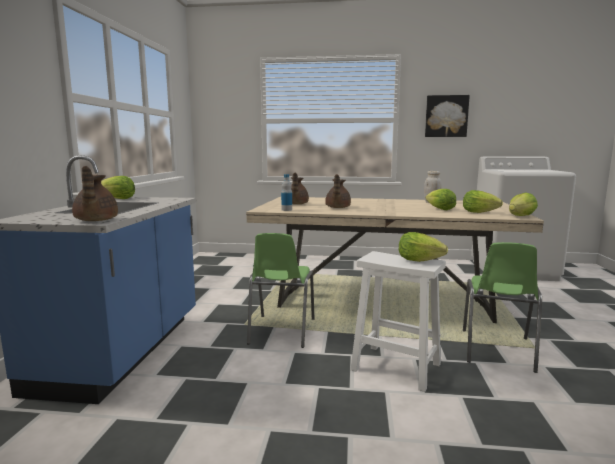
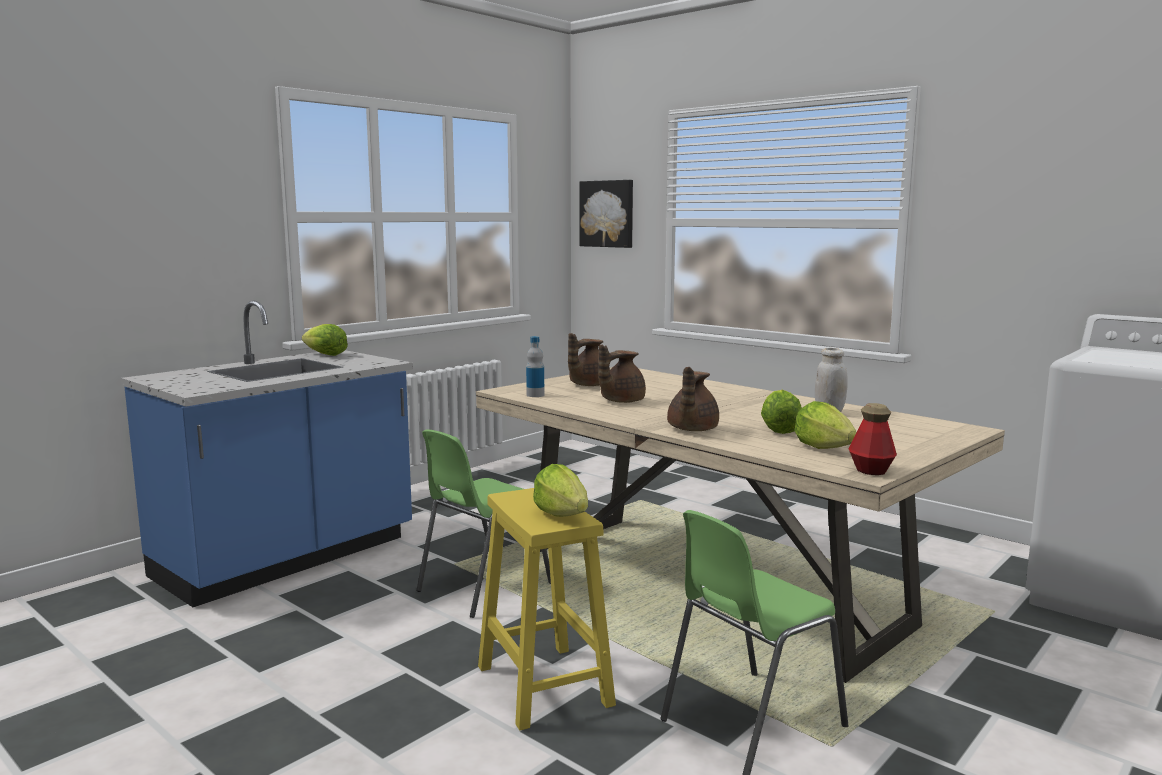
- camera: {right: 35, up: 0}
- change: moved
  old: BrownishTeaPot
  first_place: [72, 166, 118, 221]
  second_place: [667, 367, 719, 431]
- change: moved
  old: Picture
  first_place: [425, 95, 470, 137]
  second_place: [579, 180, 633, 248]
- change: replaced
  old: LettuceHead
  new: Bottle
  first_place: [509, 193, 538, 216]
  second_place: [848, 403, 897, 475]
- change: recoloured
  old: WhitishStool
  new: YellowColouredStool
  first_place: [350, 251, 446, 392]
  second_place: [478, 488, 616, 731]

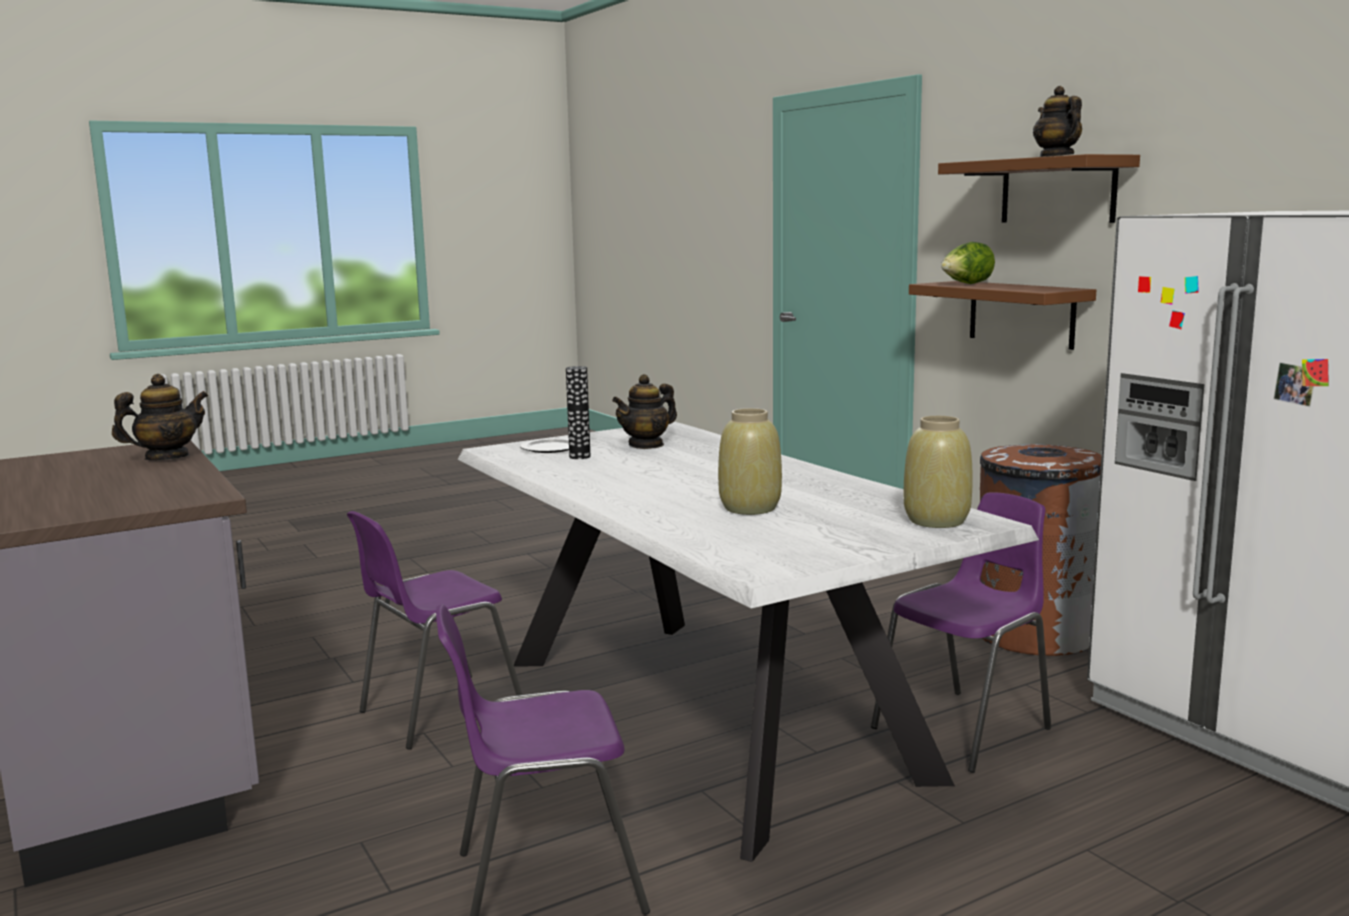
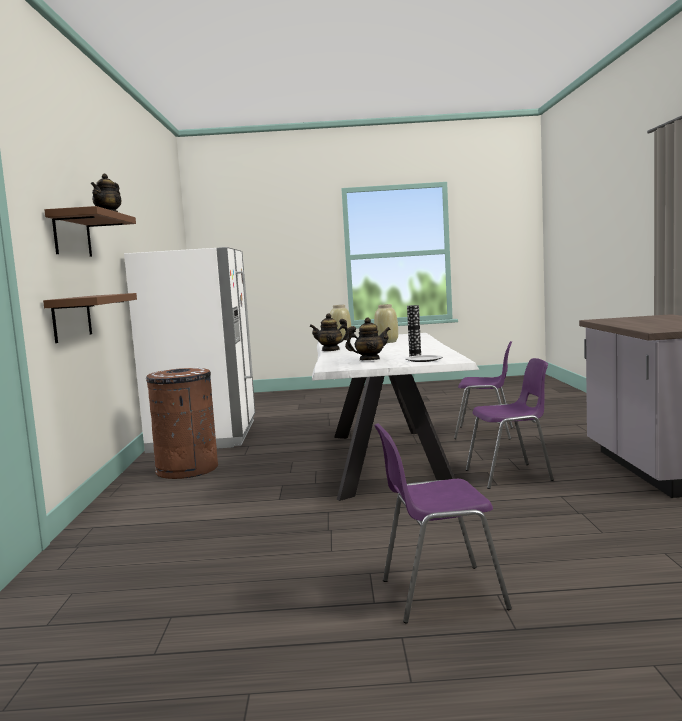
- camera: {right: -150, up: -5}
- change: removed
  old: LettuceHead
  first_place: [941, 242, 995, 284]
- change: moved
  old: TeaPot
  first_place: [112, 374, 208, 460]
  second_place: [309, 313, 348, 351]
- change: moved
  old: PurpleColouredChair
  first_place: [871, 493, 1051, 773]
  second_place: [374, 423, 512, 623]

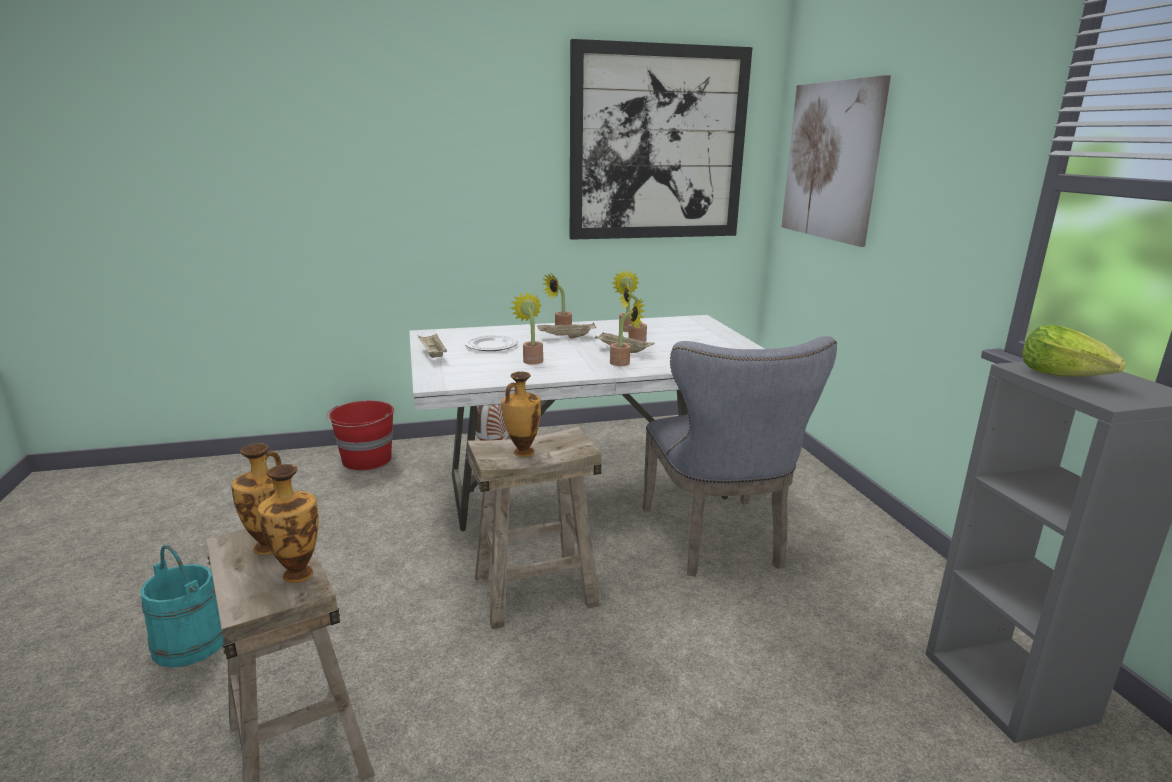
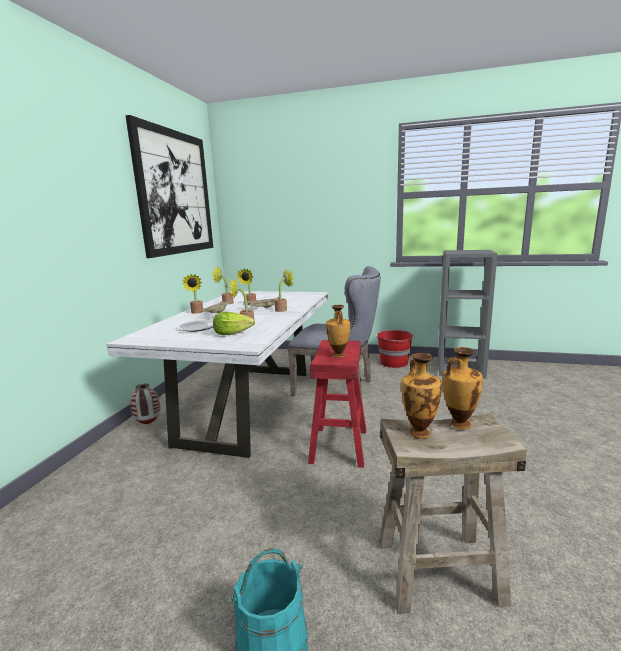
- camera: {right: -60, up: -5}
- change: removed
  old: SandColouredTray
  first_place: [418, 333, 447, 358]
- change: removed
  old: Picture
  first_place: [781, 75, 891, 247]
- change: moved
  old: RedWaterBucket
  first_place: [326, 401, 394, 470]
  second_place: [377, 330, 414, 368]
- change: moved
  old: LettuceHead
  first_place: [1022, 325, 1126, 377]
  second_place: [213, 312, 255, 335]
- change: recoloured
  old: SandColouredStool
  new: RedStool
  first_place: [467, 426, 601, 629]
  second_place: [308, 340, 366, 468]

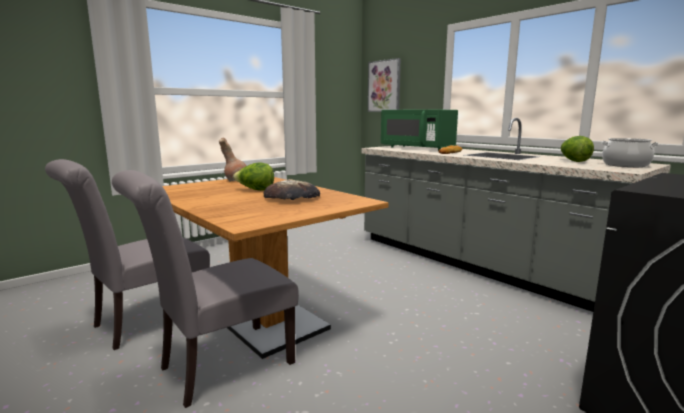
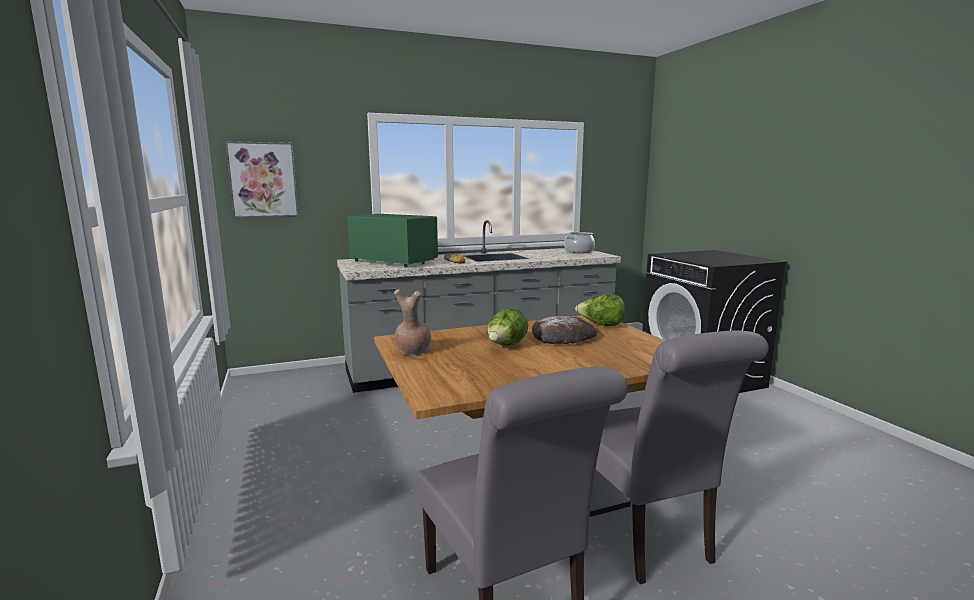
- camera: {right: -70, up: 0}
- change: moved
  old: LettuceHead
  first_place: [561, 136, 594, 162]
  second_place: [575, 294, 625, 326]
- change: turned
  old: GreenMicrowaveOven
  first_place: [381, 109, 458, 151]
  second_place: [347, 214, 438, 268]
  degrees: -120

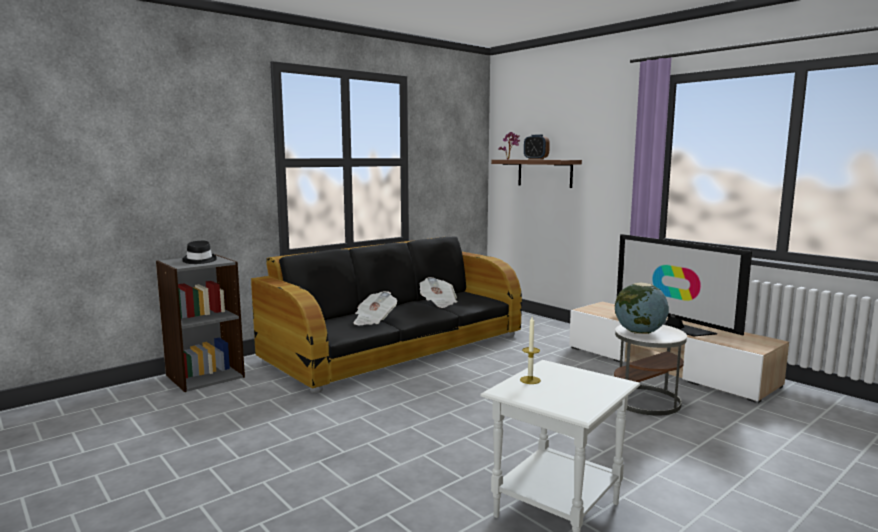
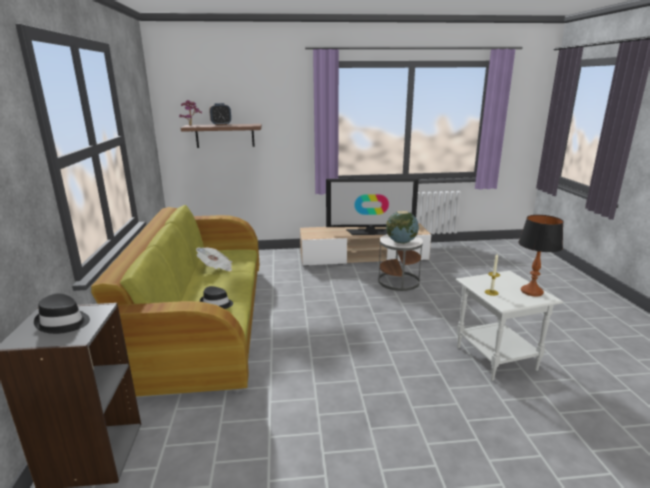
- camera: {right: -55, up: 10}
- change: added
  new: TabletopLamp
  second_place: [518, 215, 563, 296]
- change: replaced
  old: PrintedPaper
  new: BlackHat
  first_place: [354, 291, 397, 325]
  second_place: [200, 286, 233, 309]
- change: recoloured
  old: BlackCouch
  new: GreenCouch
  first_place: [251, 237, 522, 393]
  second_place: [91, 205, 259, 397]

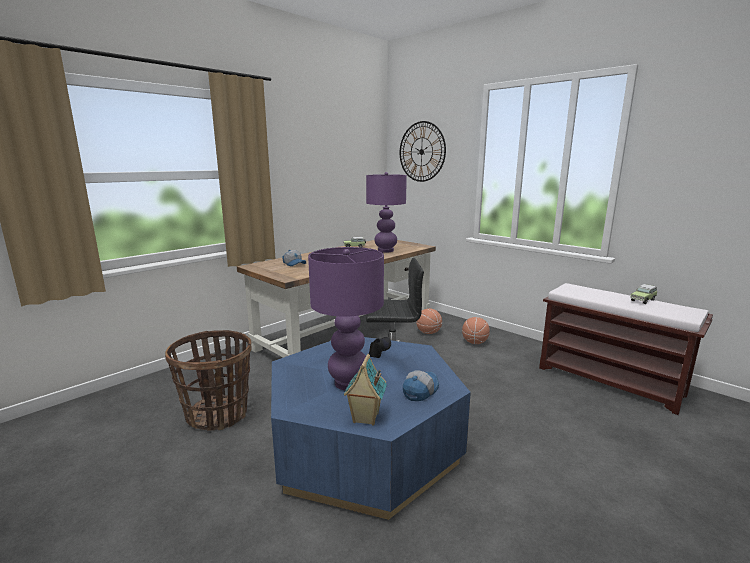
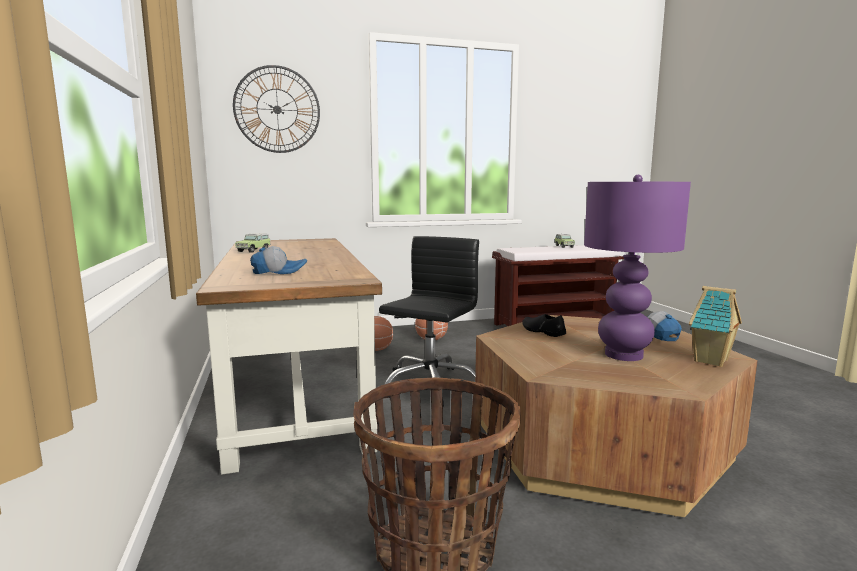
- camera: {right: -60, up: -5}
- change: removed
  old: PurpleColouredTabletopLamp
  first_place: [366, 172, 407, 253]
- change: recoloured
  old: BlueLowTable
  new: BrownishLowTable
  first_place: [271, 337, 471, 520]
  second_place: [475, 315, 758, 517]

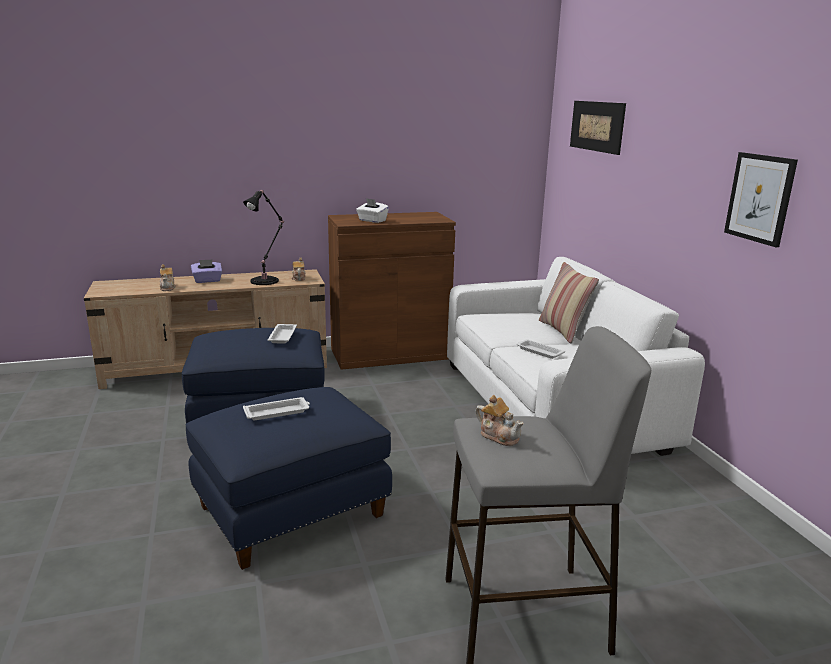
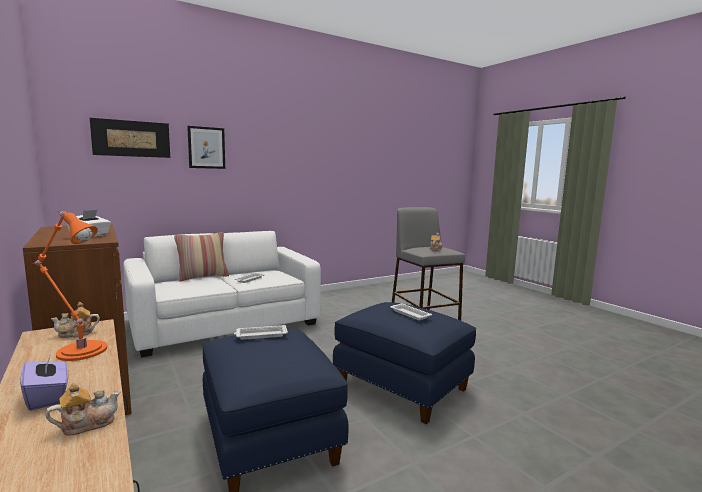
- camera: {right: -105, up: -10}
- change: moved
  old: Picture
  first_place: [724, 152, 798, 247]
  second_place: [187, 126, 225, 169]
- change: recoloured
  old: BlackTabletopLamp
  new: OrangeTabletopLamp
  first_place: [243, 190, 284, 285]
  second_place: [32, 211, 107, 361]

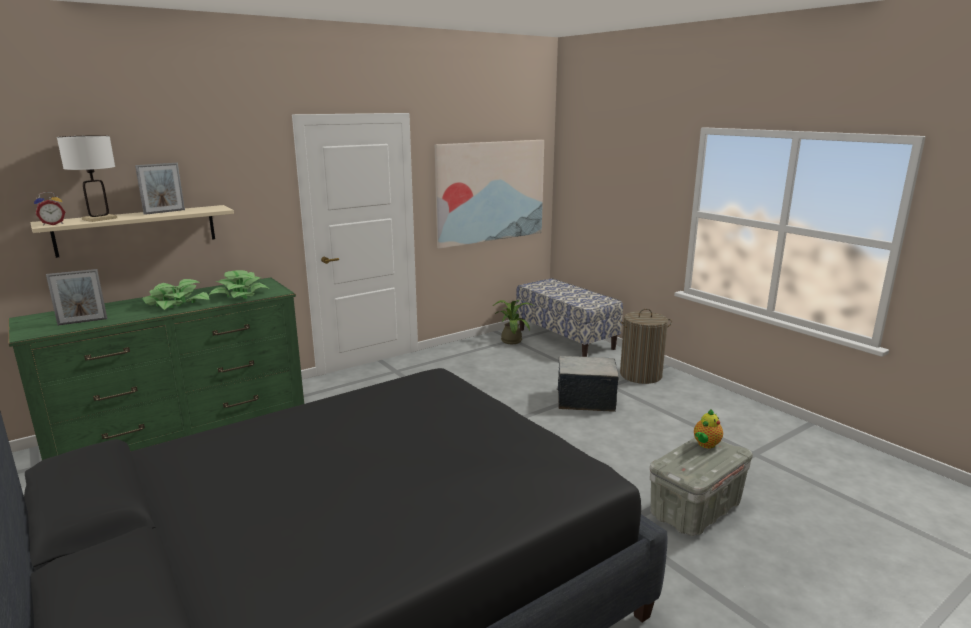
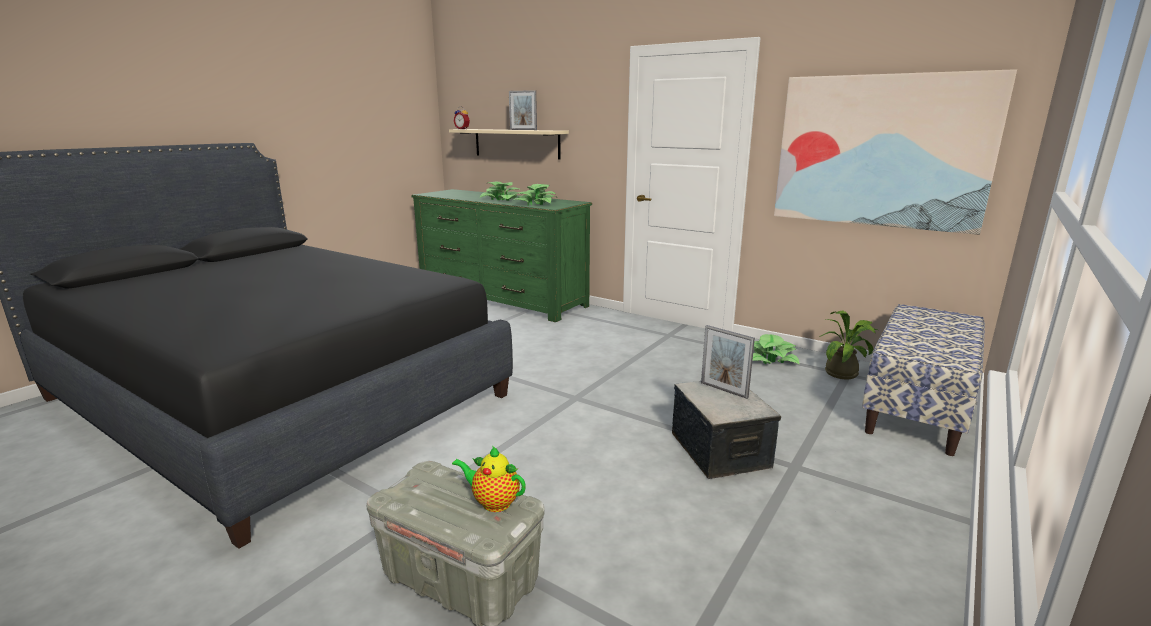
- camera: {right: 70, up: 0}
- change: removed
  old: WhitishTabletopLamp
  first_place: [57, 135, 117, 222]
- change: removed
  old: WashingBasket
  first_place: [619, 309, 672, 384]
- change: added
  new: PlantInAPot
  second_place: [752, 334, 799, 364]
- change: moved
  old: PhotoFrame
  first_place: [46, 269, 107, 325]
  second_place: [701, 325, 755, 399]

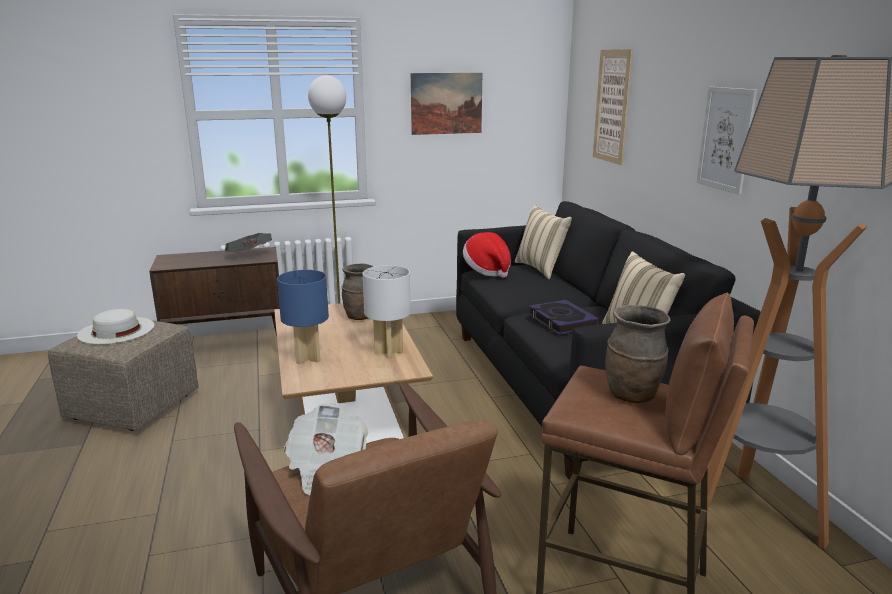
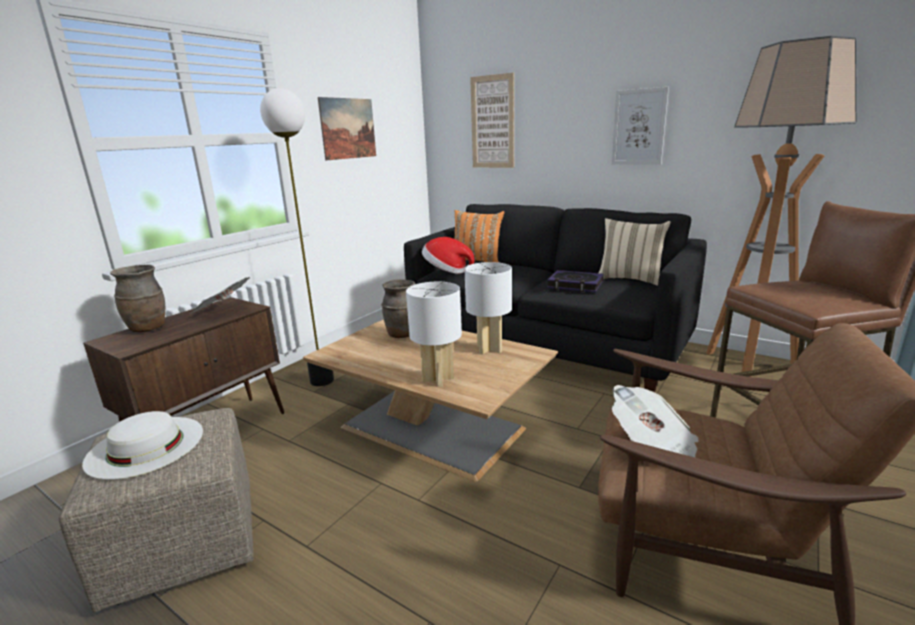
- camera: {right: -40, up: 0}
- change: moved
  old: BrownishDecorativeVase
  first_place: [605, 305, 671, 403]
  second_place: [110, 265, 165, 332]
- change: recoloured
  old: BlueTabletopLamp
  new: WhitishTabletopLamp
  first_place: [277, 270, 329, 365]
  second_place: [406, 282, 462, 387]
- change: recoloured
  old: SandColouredCushion
  new: OrangeCushion
  first_place: [515, 205, 572, 279]
  second_place: [455, 210, 504, 263]

